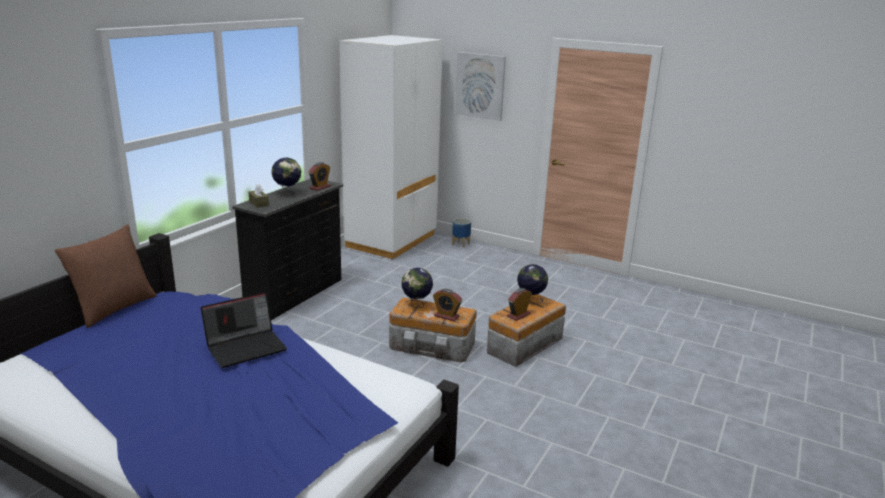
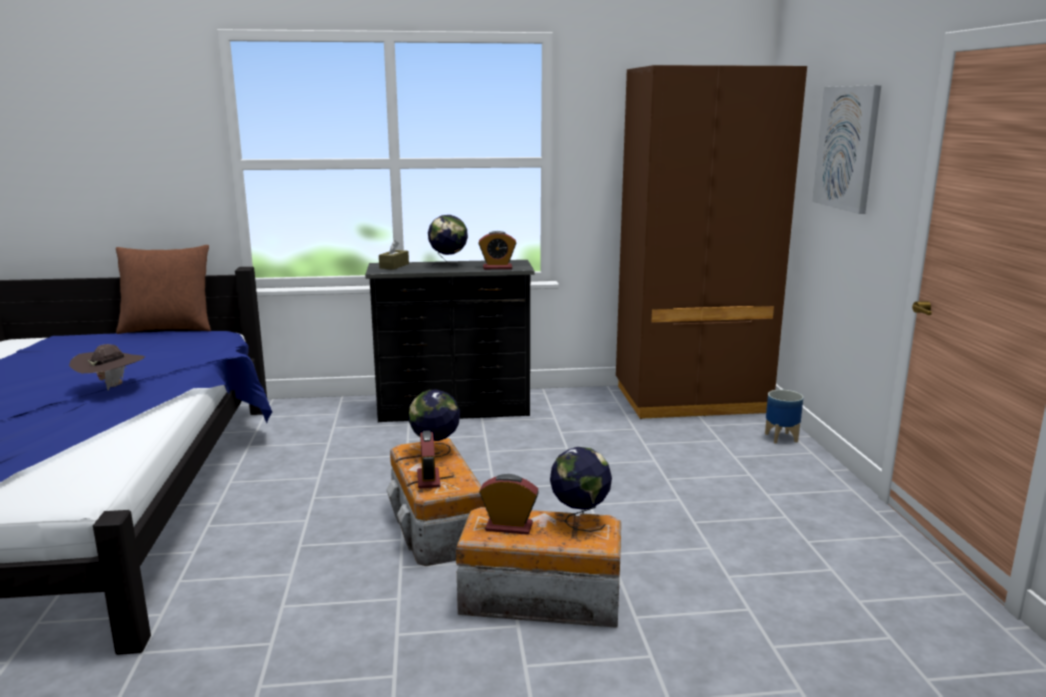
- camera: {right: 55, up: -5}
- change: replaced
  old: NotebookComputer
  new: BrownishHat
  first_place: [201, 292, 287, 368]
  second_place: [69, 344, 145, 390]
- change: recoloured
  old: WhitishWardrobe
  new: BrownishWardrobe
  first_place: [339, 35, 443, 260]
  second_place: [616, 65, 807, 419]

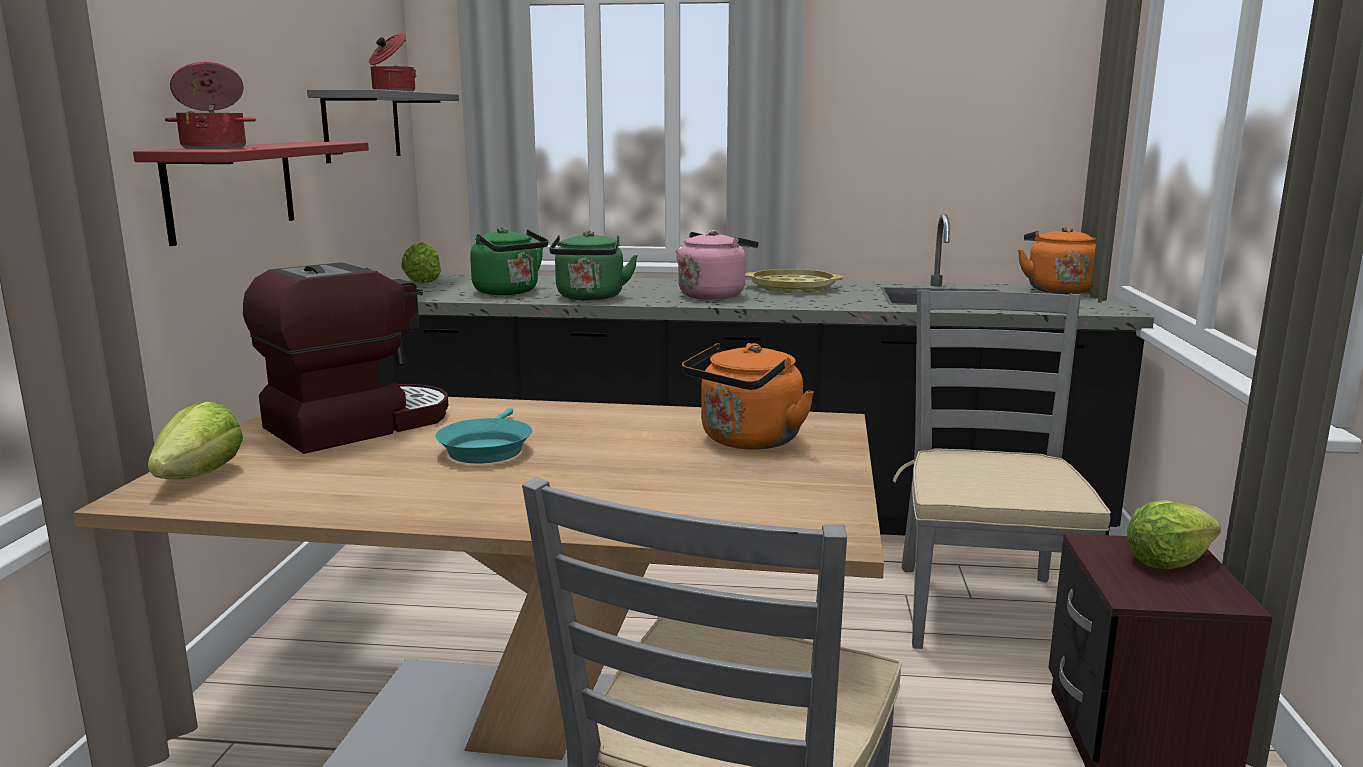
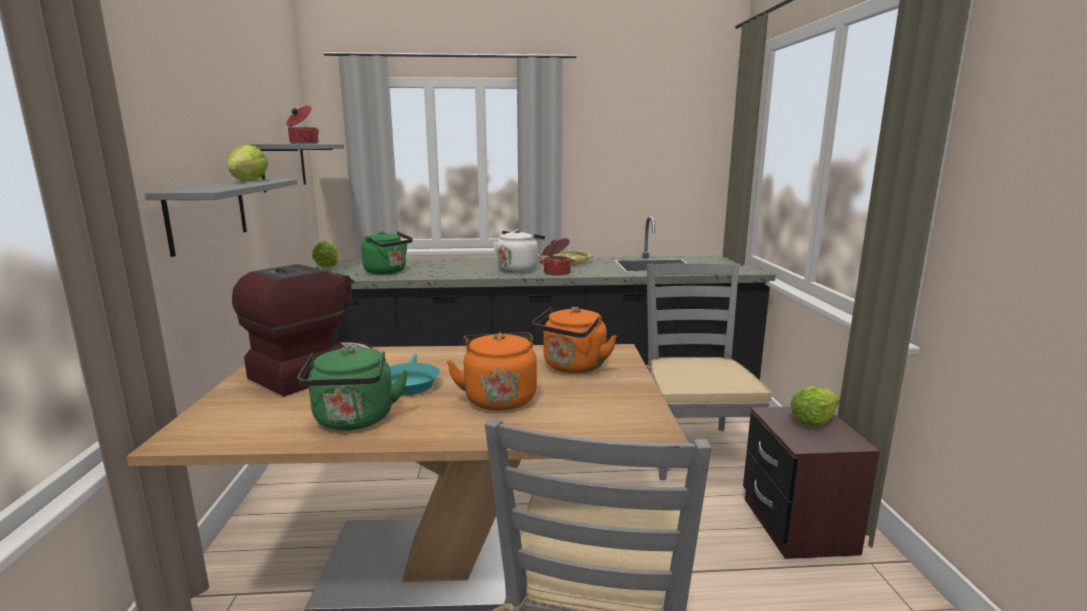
- camera: {right: -10, up: 0}
- change: moved
  old: LettuceHead
  first_place: [148, 401, 243, 480]
  second_place: [227, 145, 268, 181]
- change: moved
  old: CookingPot
  first_place: [165, 62, 256, 149]
  second_place: [539, 238, 576, 276]
- change: moved
  old: GreenTeaKettle
  first_place: [549, 231, 638, 301]
  second_place: [298, 346, 408, 430]
- change: moved
  old: OrangeTeaKettle
  first_place: [1018, 227, 1096, 294]
  second_place: [447, 332, 537, 411]
- change: recoloured
  old: RedWallShelf
  new: GreyWallShelf
  first_place: [133, 142, 369, 246]
  second_place: [145, 179, 297, 257]
- change: recoloured
  old: PinkColouredTeaKettle
  new: WhitishTeaKettle
  first_place: [676, 230, 759, 300]
  second_place: [493, 230, 545, 273]

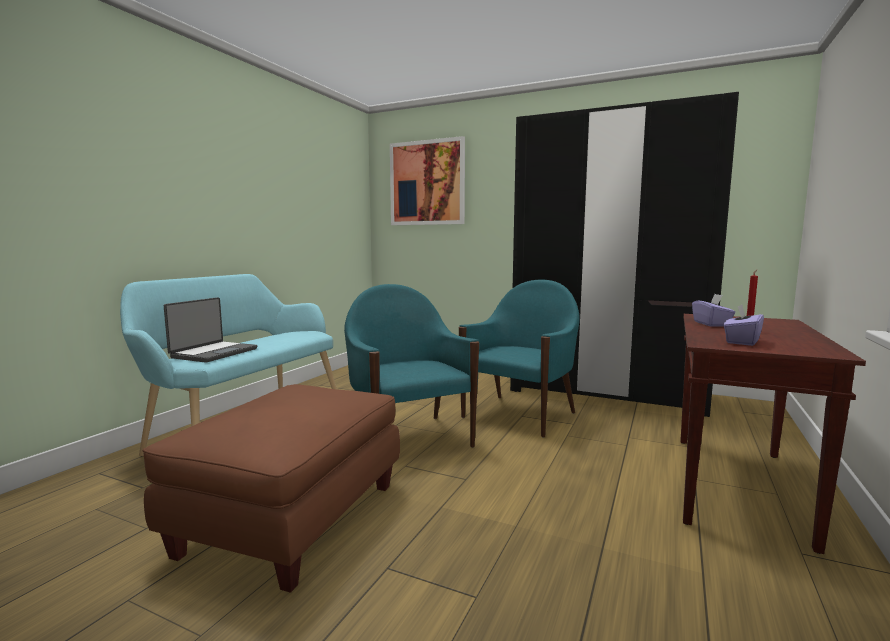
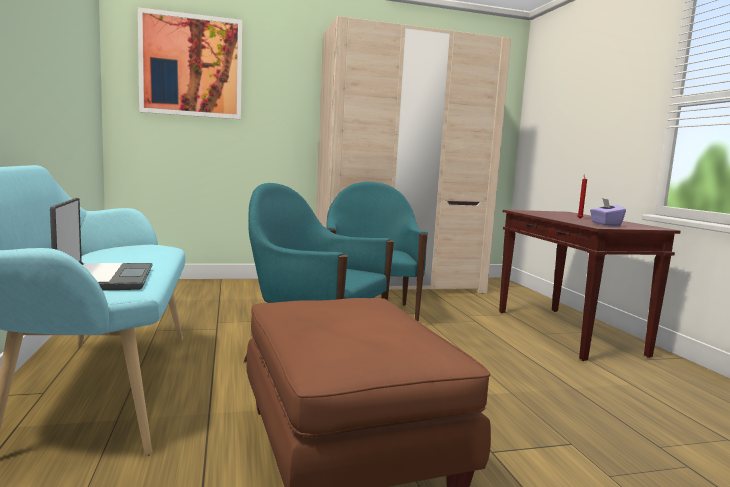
- camera: {right: -40, up: 0}
- change: removed
  old: PurpleColouredBoxOfTissues
  first_place: [692, 294, 736, 326]
- change: recoloured
  old: BlackWardrobe
  new: SandColouredWardrobe
  first_place: [510, 92, 739, 417]
  second_place: [316, 16, 511, 294]

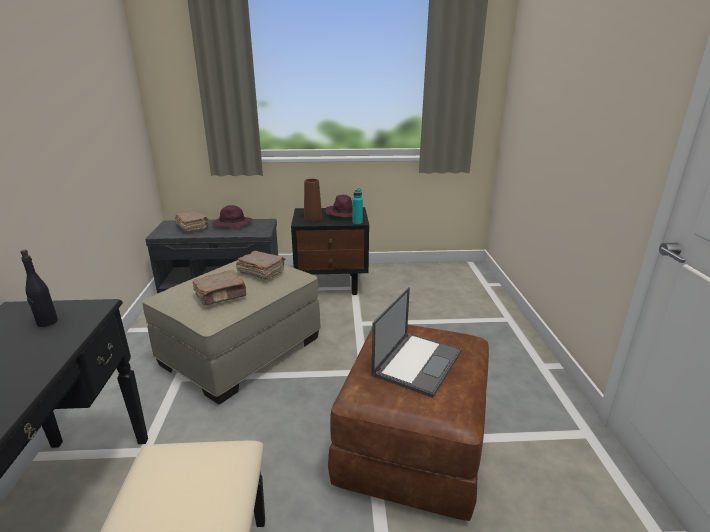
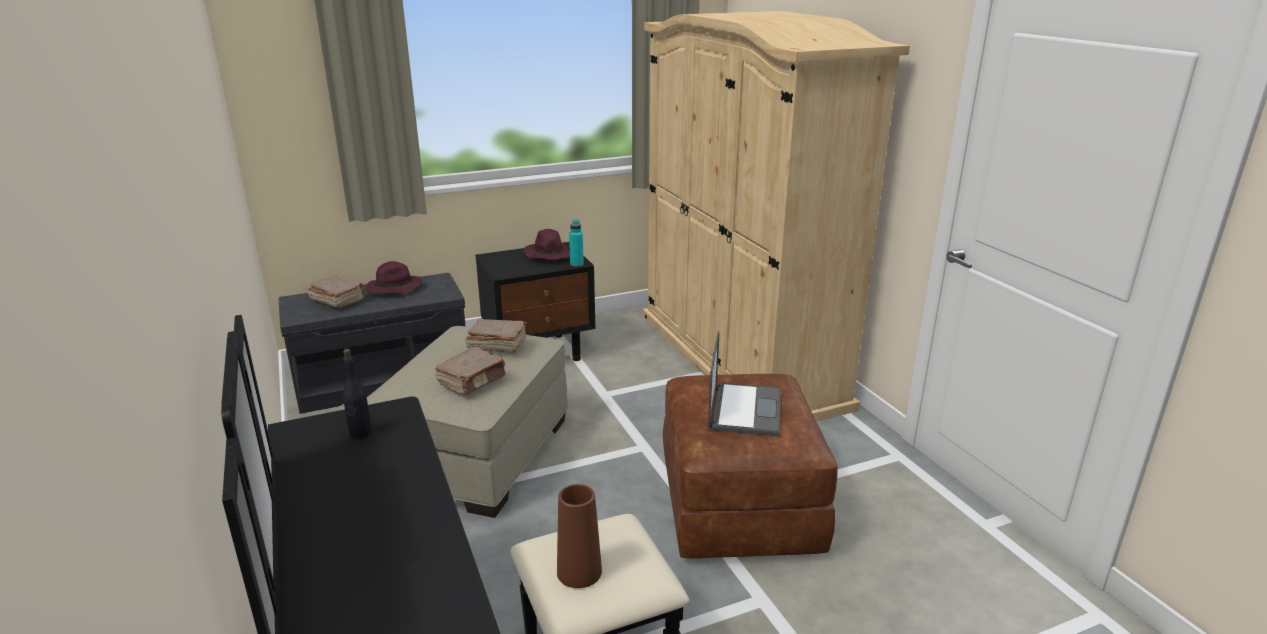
- camera: {right: -20, up: 0}
- change: added
  new: SandColouredWardrobe
  second_place: [643, 11, 910, 422]
- change: moved
  old: BrownishDecorativeVase
  first_place: [304, 179, 322, 221]
  second_place: [557, 484, 602, 588]

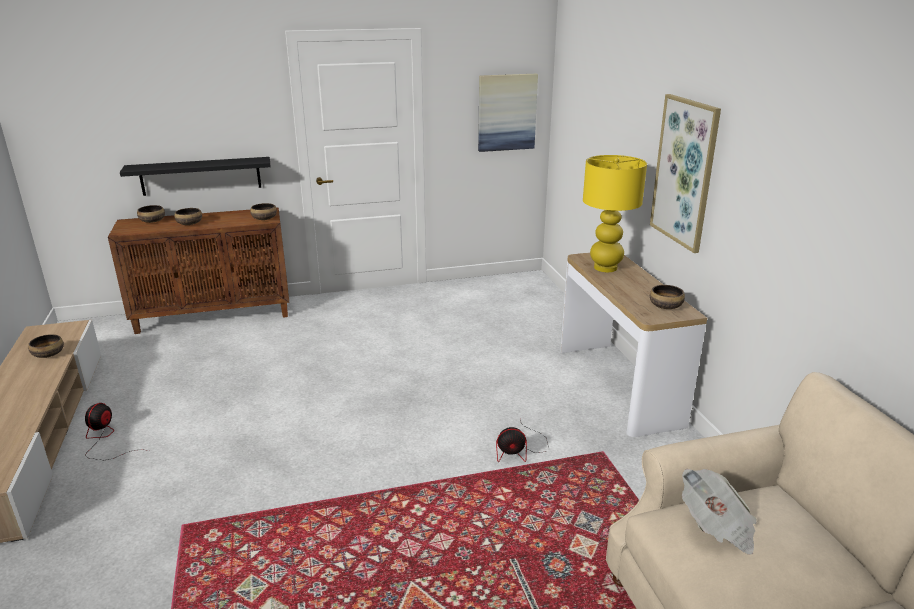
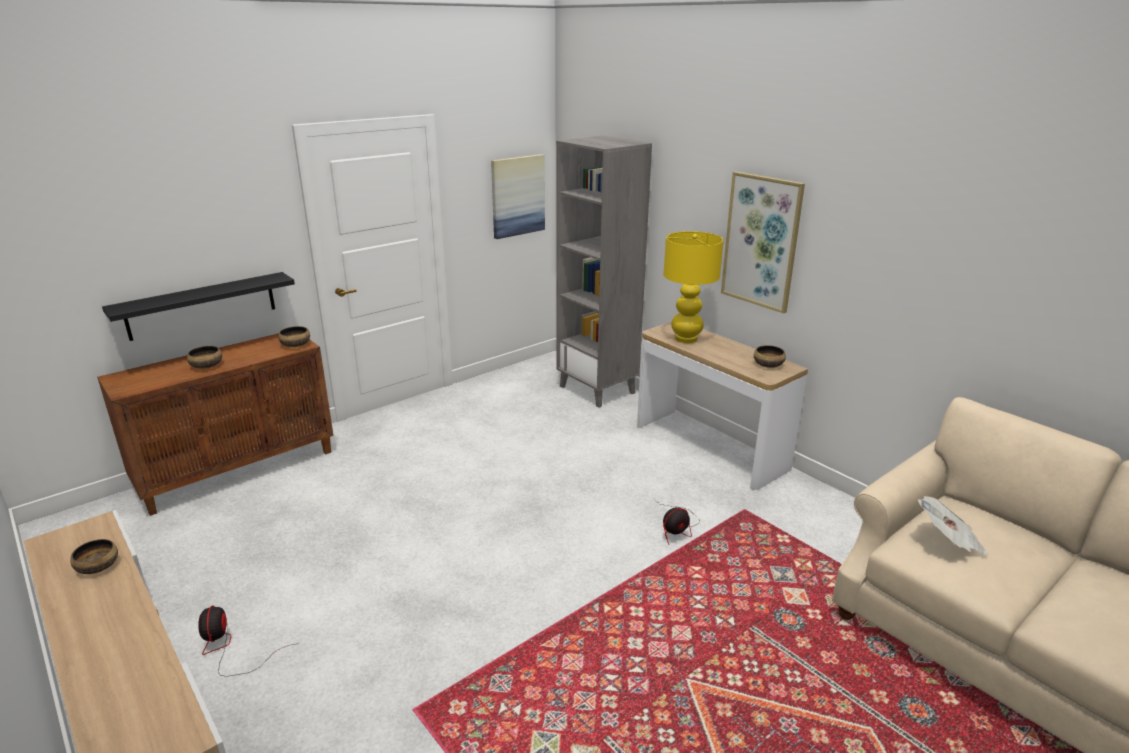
- camera: {right: -25, up: 0}
- change: removed
  old: ServingBowl
  first_place: [137, 205, 165, 223]
- change: added
  new: GreyBookshelf
  second_place: [556, 136, 652, 408]

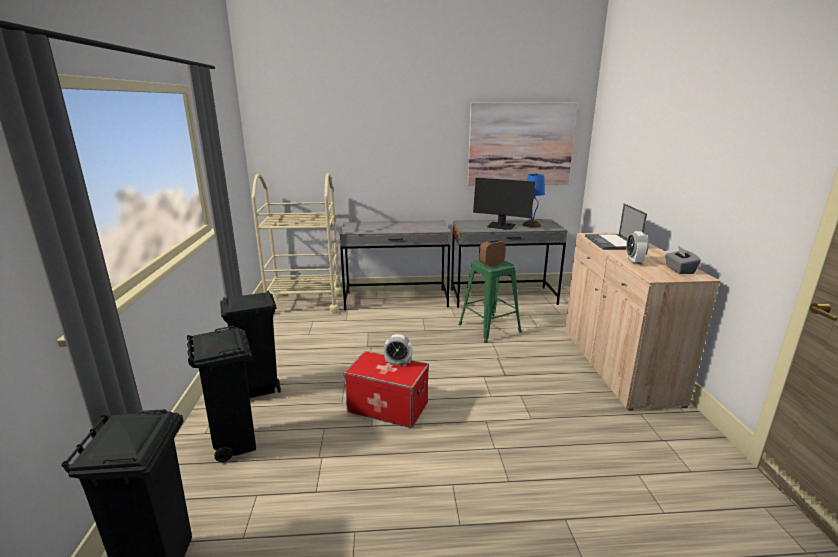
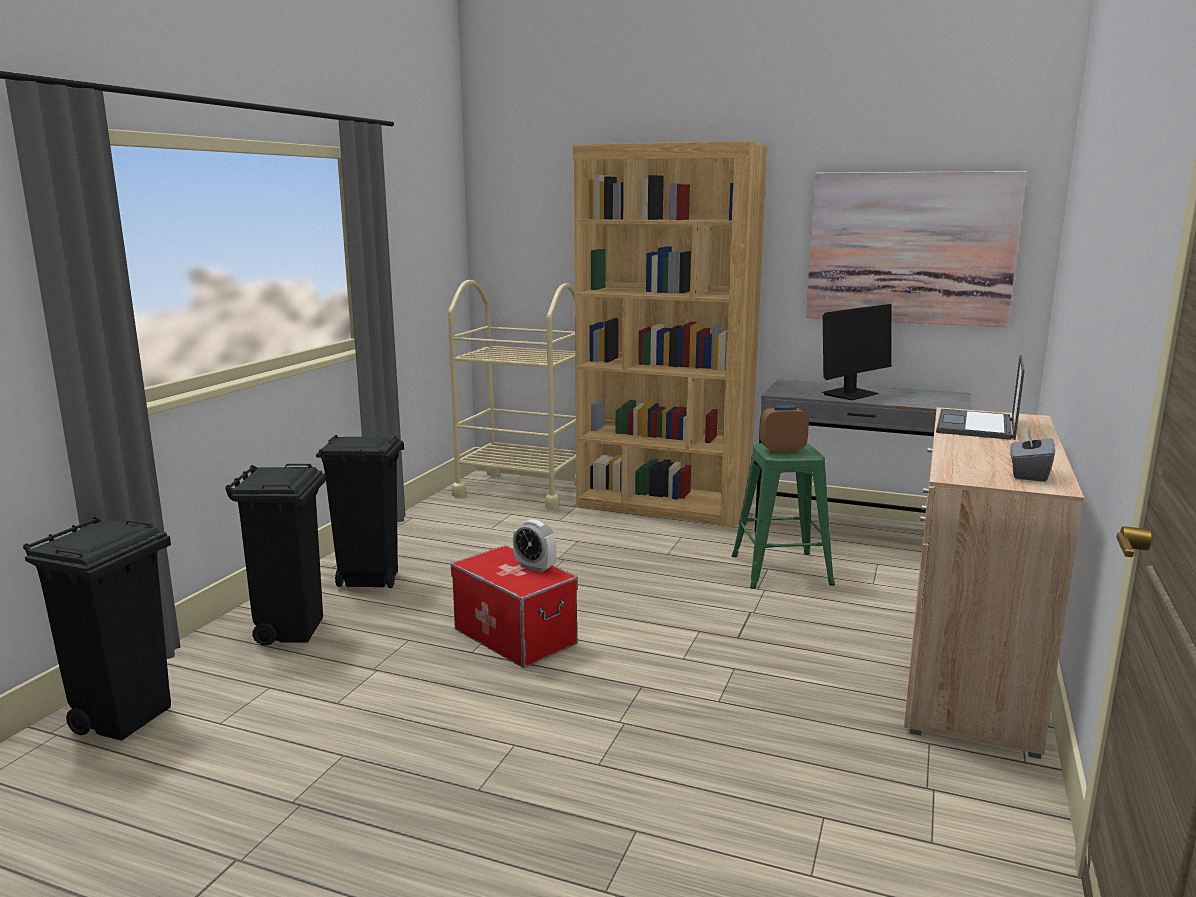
- camera: {right: 25, up: -5}
- change: removed
  old: BlueTabletopLamp
  first_place: [522, 173, 545, 228]
- change: removed
  old: BedsideClock
  first_place: [626, 231, 649, 264]
- change: replaced
  old: GreyDeskUnit
  new: BrownishBookshelf
  first_place: [340, 220, 451, 310]
  second_place: [573, 141, 767, 528]
- change: turned
  old: ComputerScreen
  first_place: [473, 178, 535, 230]
  second_place: [822, 304, 892, 400]
  degrees: -90

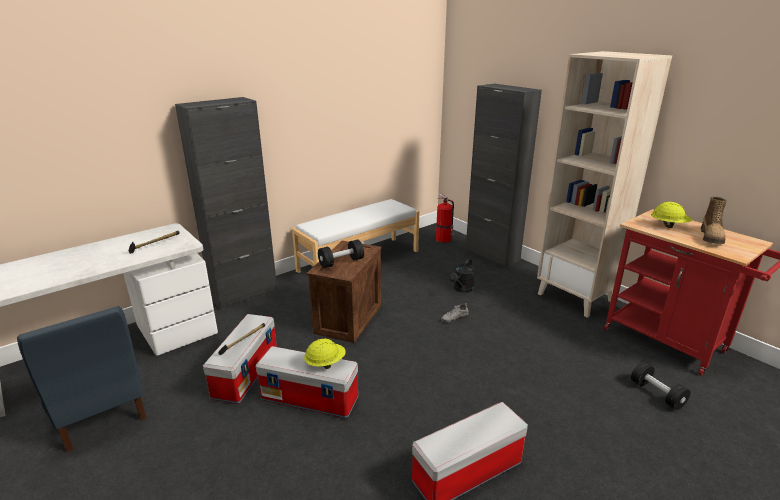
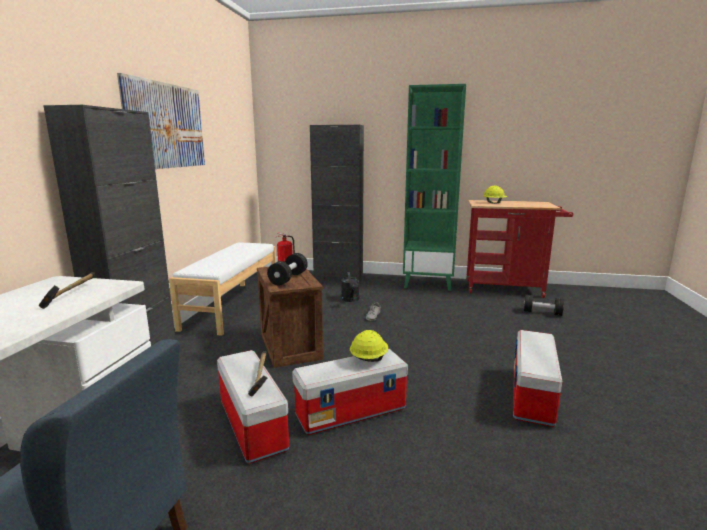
- camera: {right: -40, up: -10}
- change: removed
  old: TallBoot
  first_place: [701, 196, 727, 244]
- change: added
  new: Picture
  second_place: [117, 73, 205, 169]
- change: recoloured
  old: SandColouredBookshelf
  new: GreenBookshelf
  first_place: [537, 51, 672, 318]
  second_place: [403, 84, 466, 291]

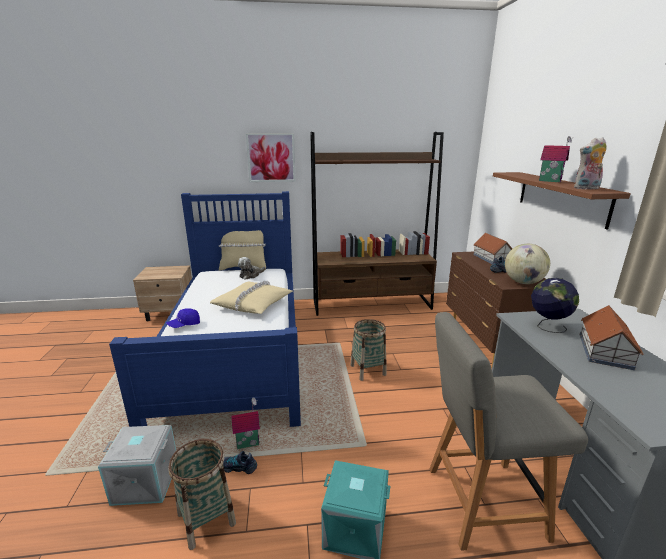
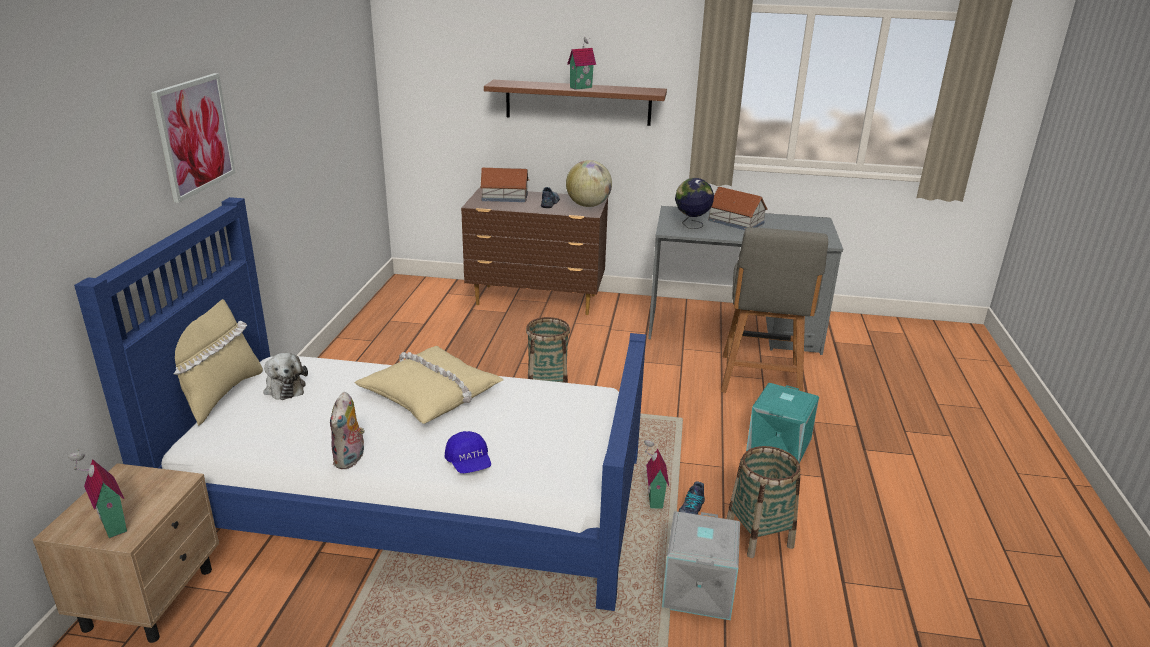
- camera: {right: -75, up: 5}
- change: removed
  old: BrownishBookshelf
  first_place: [310, 132, 444, 316]
- change: added
  new: MiniatureHouse
  second_place: [68, 449, 127, 538]
- change: moved
  old: SoftToy
  first_place: [574, 137, 607, 189]
  second_place: [330, 392, 365, 469]

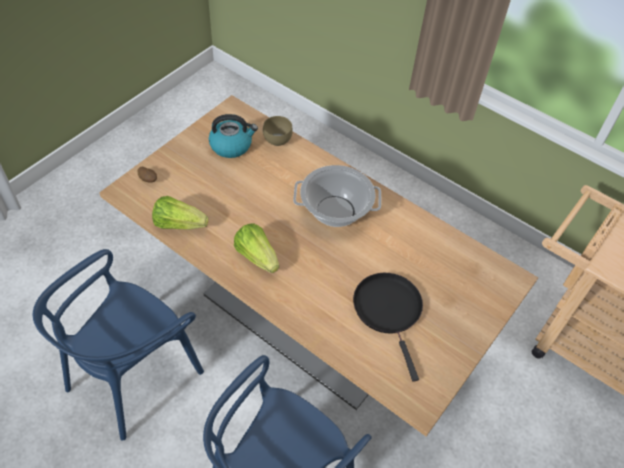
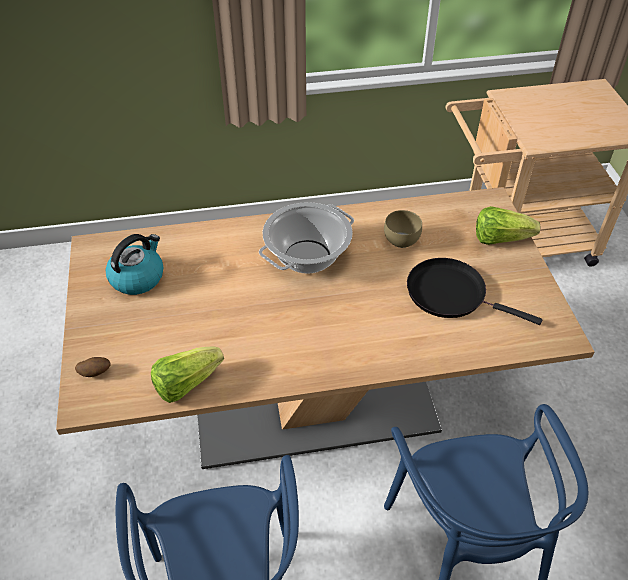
- camera: {right: -45, up: -5}
- change: moved
  old: LettuceHead
  first_place: [234, 223, 279, 273]
  second_place: [476, 206, 540, 245]
- change: moved
  old: BrownishServingBowl
  first_place: [263, 116, 293, 146]
  second_place: [384, 210, 422, 248]

